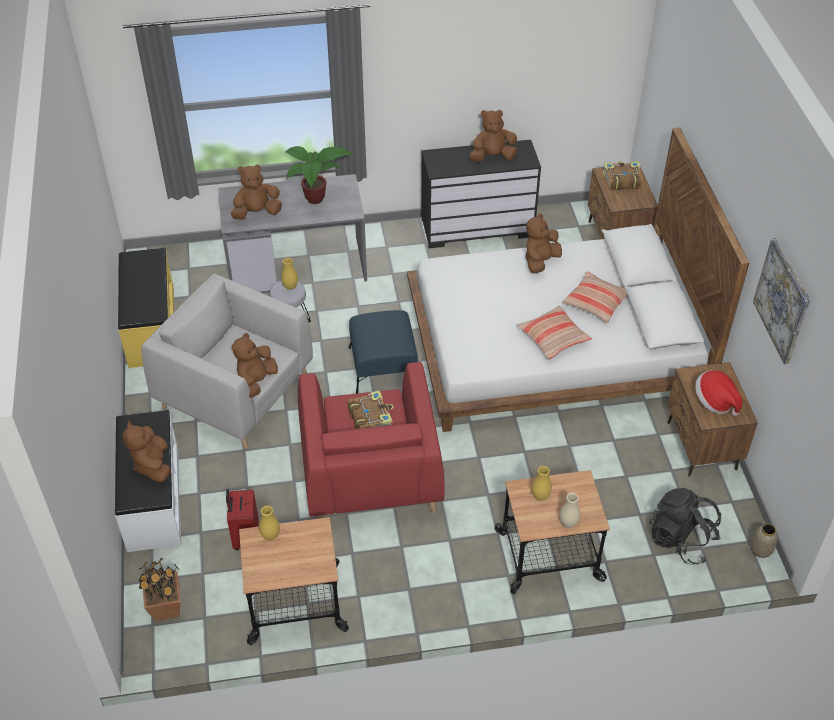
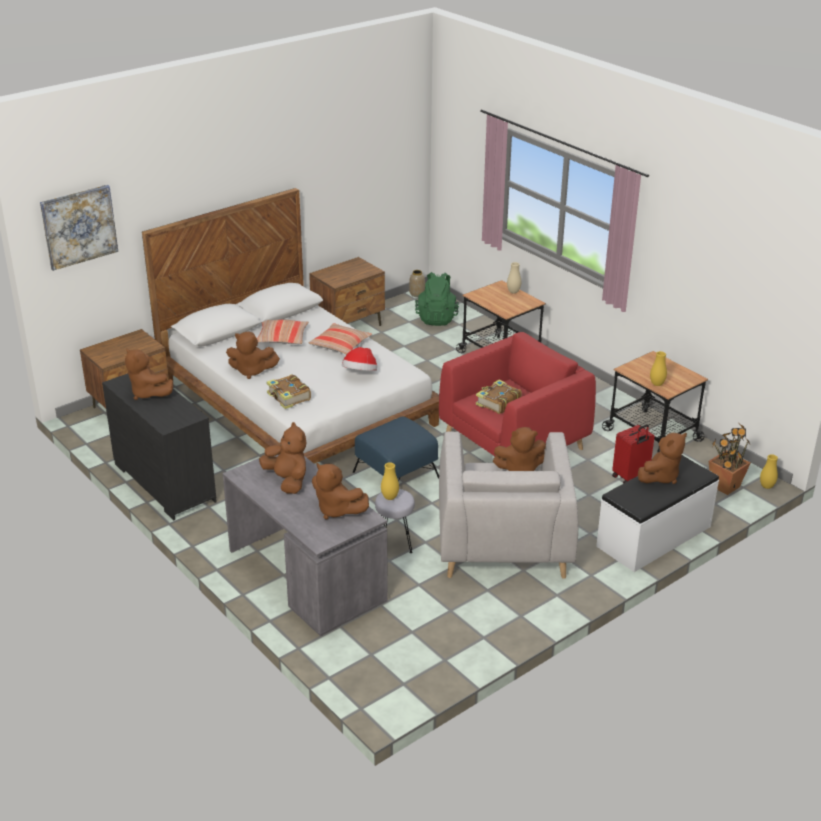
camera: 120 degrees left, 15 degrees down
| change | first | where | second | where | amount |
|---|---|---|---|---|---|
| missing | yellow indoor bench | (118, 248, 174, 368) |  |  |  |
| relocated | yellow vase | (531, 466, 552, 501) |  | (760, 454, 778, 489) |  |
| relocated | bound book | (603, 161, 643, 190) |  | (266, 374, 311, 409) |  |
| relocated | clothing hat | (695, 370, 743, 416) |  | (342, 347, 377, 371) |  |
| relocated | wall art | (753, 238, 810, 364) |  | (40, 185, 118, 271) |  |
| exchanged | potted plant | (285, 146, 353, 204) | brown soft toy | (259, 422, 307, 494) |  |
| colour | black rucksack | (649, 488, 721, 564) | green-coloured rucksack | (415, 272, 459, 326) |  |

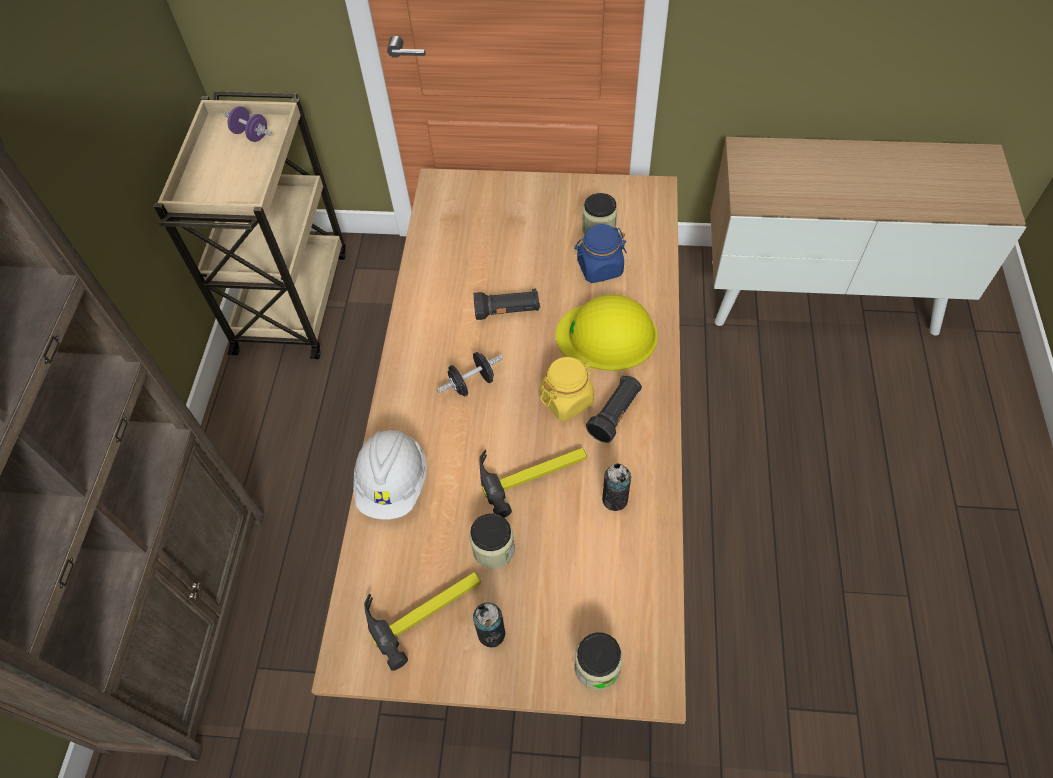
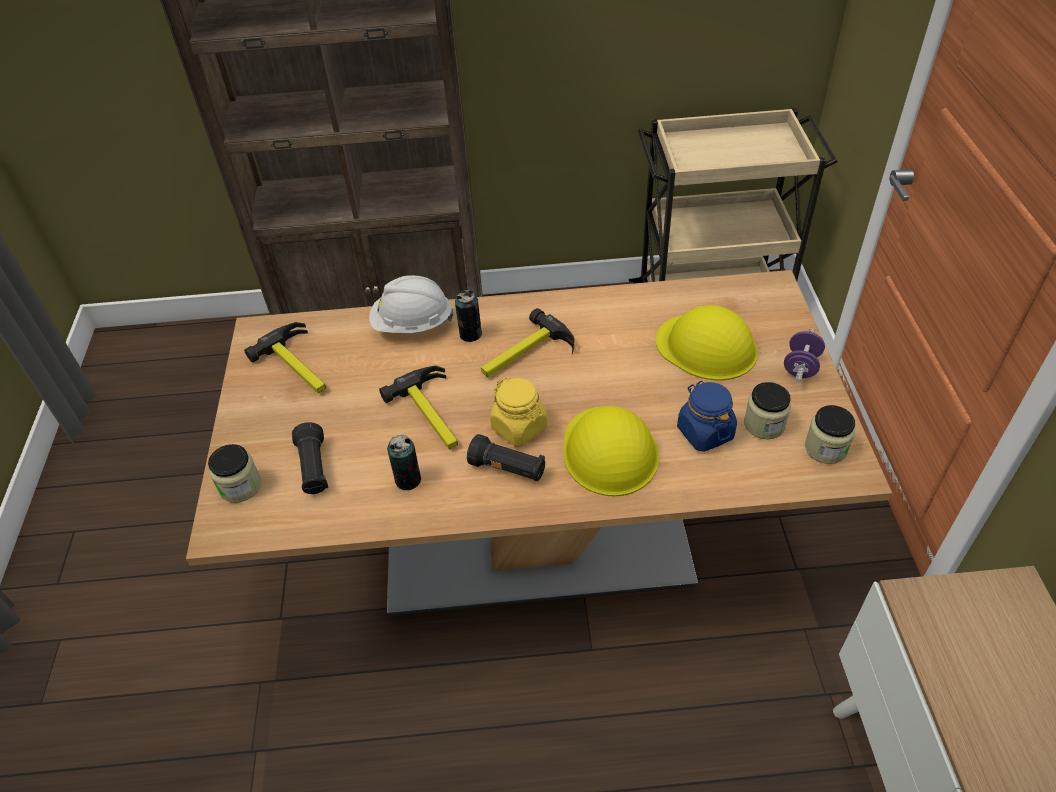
camera: 80 degrees right, 10 degrees down
| change | first | where | second | where | amount |
|---|---|---|---|---|---|
| appeared |  |  | yellow work helmet | (656, 305, 758, 380) |  |
| relocated | purplish hand weight | (224, 106, 272, 142) |  | (784, 329, 825, 382) |  |
| relocated | preserve jar | (469, 513, 515, 569) |  | (805, 405, 855, 464) |  |
| relocated | black flashlight | (473, 288, 540, 320) |  | (292, 422, 328, 494) |  |
| relocated | sealed can | (473, 602, 505, 648) |  | (455, 290, 482, 342) |  |
| exchanged | black hand weight | (437, 352, 503, 396) | hammer | (481, 308, 574, 377) |  |

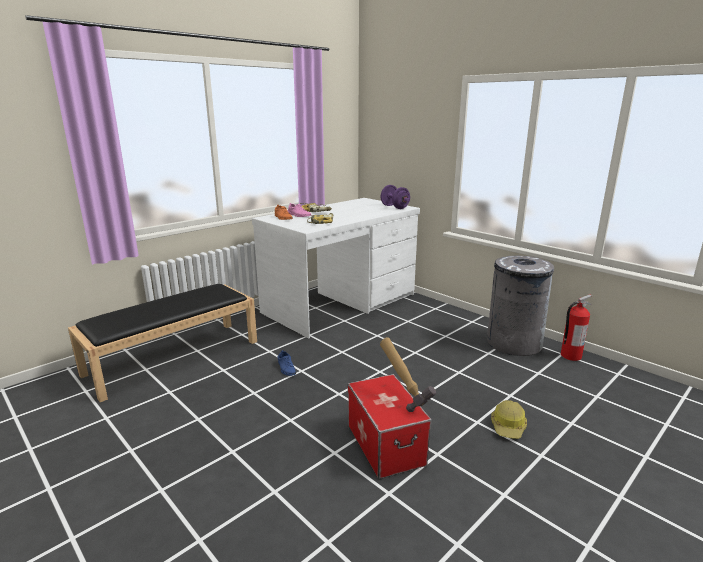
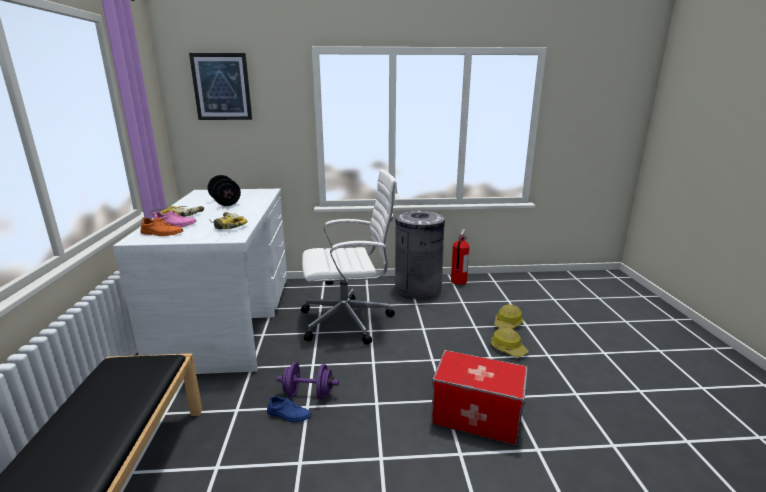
camera: 50 degrees left, 0 degrees up
| change | first | where | second | where | amount |
|---|---|---|---|---|---|
| missing | hammer | (380, 337, 436, 412) |  |  |  |
| appeared |  |  | wall art | (189, 53, 252, 120) |  |
| appeared |  |  | black hand weight | (208, 175, 241, 206) |  |
| appeared |  |  | white-coloured office chair | (301, 169, 397, 345) |  |
| appeared |  |  | work helmet | (494, 304, 524, 329) |  |
| relocated | purplish hand weight | (381, 185, 410, 209) |  | (277, 362, 339, 400) |  |

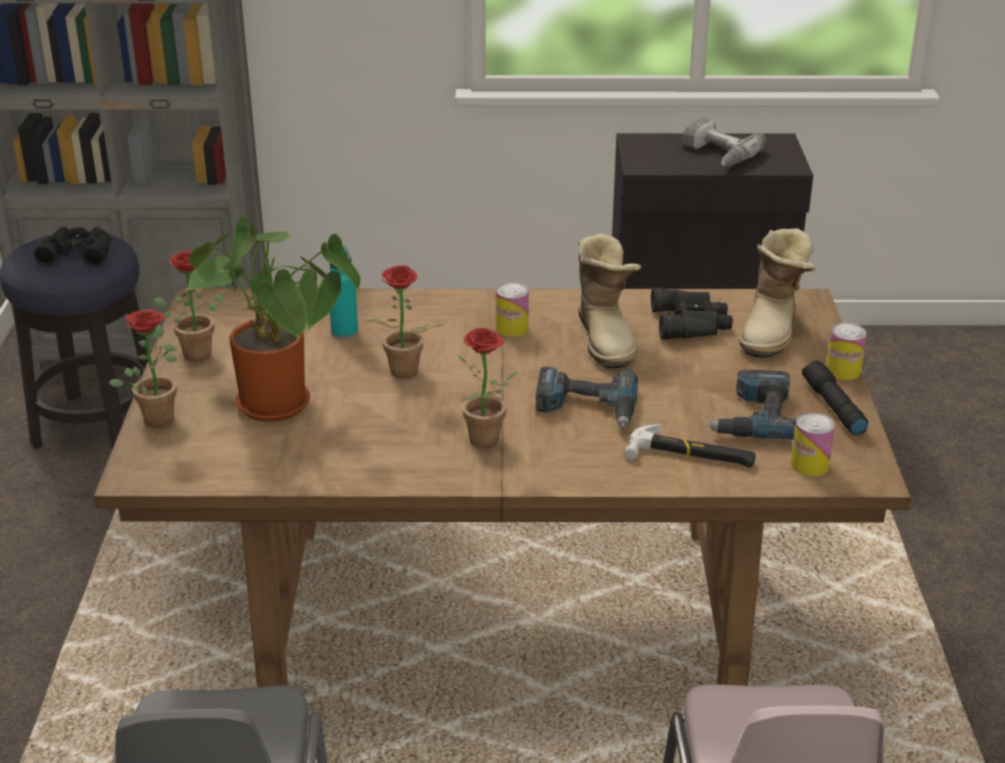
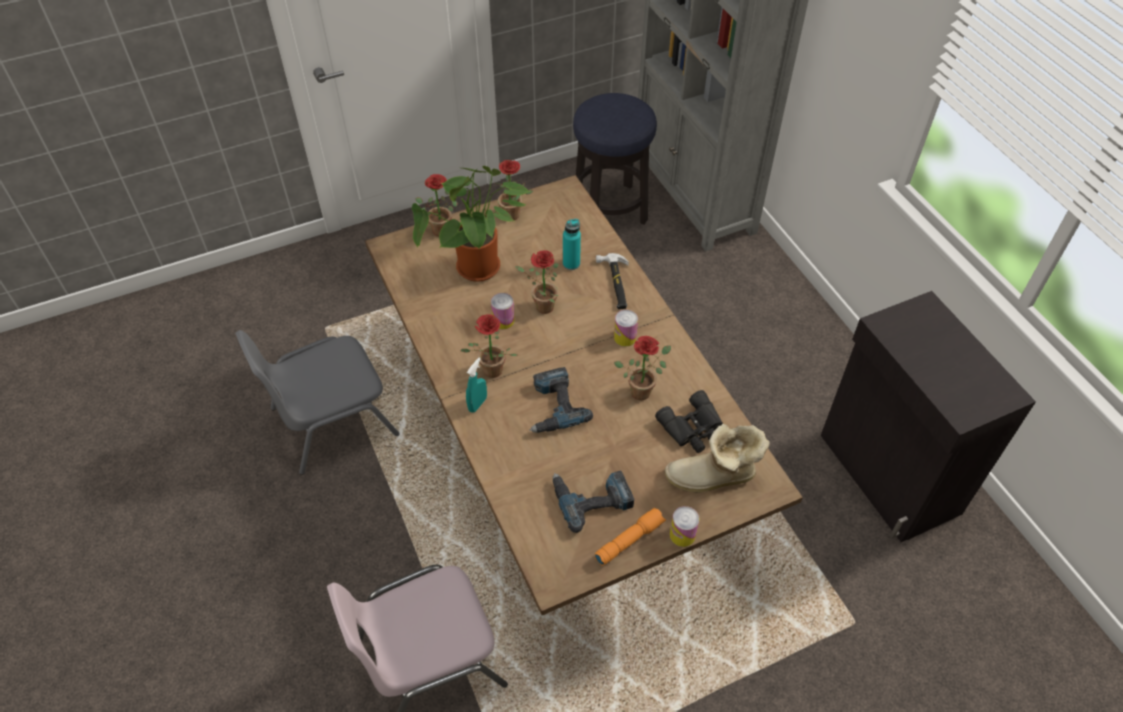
camera: 65 degrees right, 20 degrees up
| change | first | where | second | where | amount |
|---|---|---|---|---|---|
| missing | black binoculars | (34, 227, 112, 267) |  |  |  |
| missing | electric drill | (682, 118, 766, 166) |  |  |  |
| appeared |  |  | turquoise spray bottle | (466, 358, 487, 413) |  |
| relocated | hammer | (624, 424, 755, 468) |  | (596, 253, 629, 309) |  |
| relocated | sealed can | (791, 413, 835, 476) |  | (491, 293, 515, 329) |  |
| exchanged | tall boot | (578, 233, 641, 369) | potted plant | (614, 336, 671, 400) |  |
| colour | black flashlight | (802, 360, 868, 435) | orangey flashlight | (595, 507, 666, 566) |  |

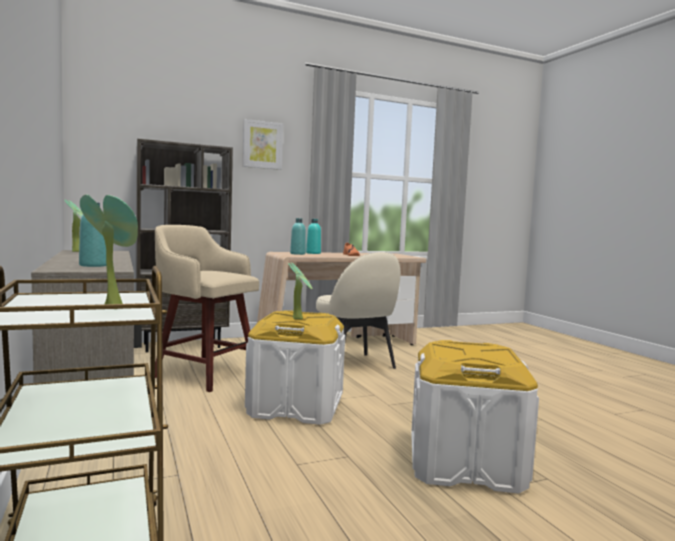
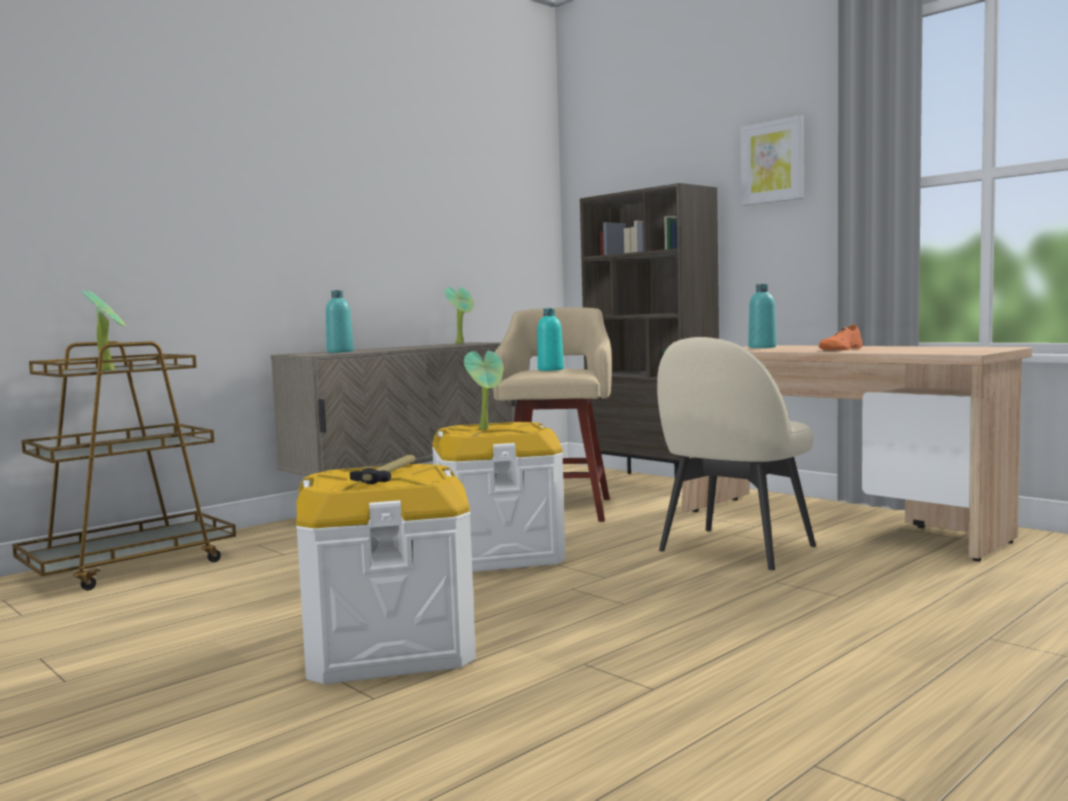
camera: 70 degrees right, 0 degrees up
| change | first | where | second | where | amount |
|---|---|---|---|---|---|
| appeared |  |  | hammer | (350, 455, 415, 484) |  |
| relocated | turquoise drink bottle | (306, 219, 321, 254) |  | (537, 308, 564, 371) |  |

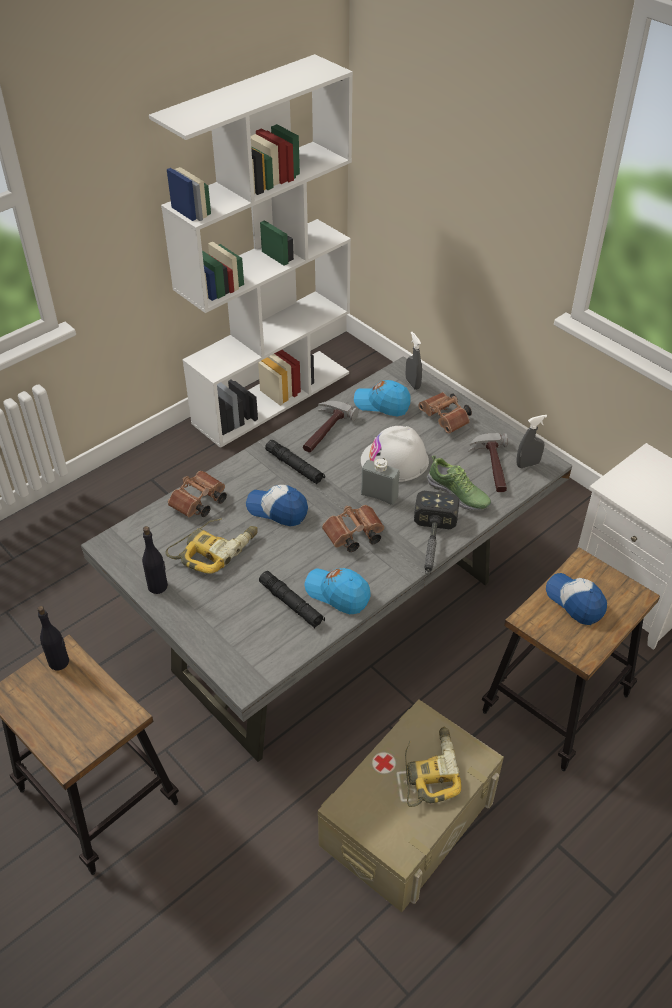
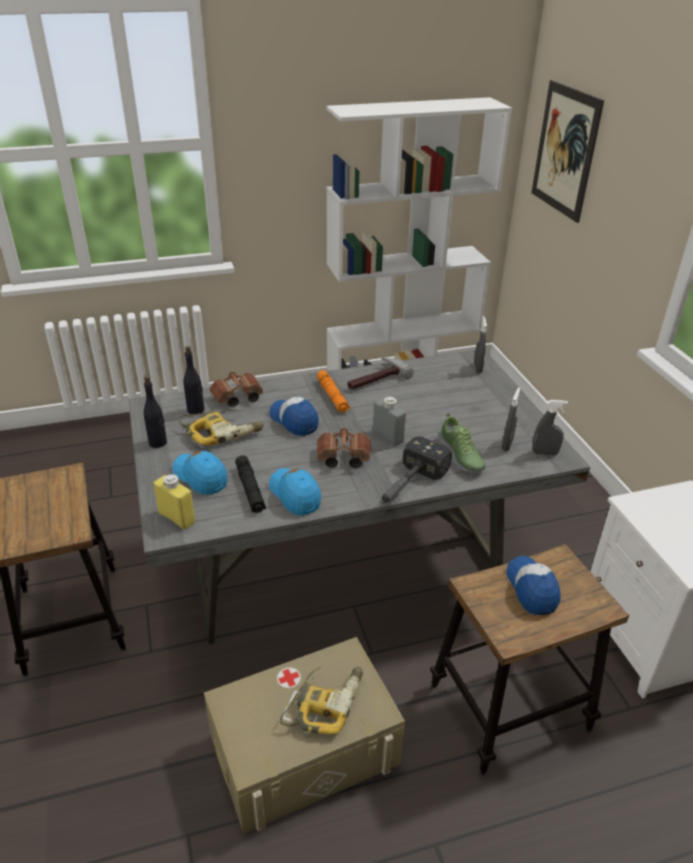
camera: 25 degrees right, 10 degrees down
| change | first | where | second | where | amount |
|---|---|---|---|---|---|
| missing | white-coloured work helmet | (361, 426, 429, 482) |  |  |  |
| missing | brown binoculars | (418, 392, 472, 434) |  |  |  |
| appeared |  |  | yellow drink bottle | (153, 474, 195, 530) |  |
| appeared |  |  | wall art | (531, 80, 604, 223) |  |
| relocated | black drink bottle | (37, 606, 69, 670) |  | (183, 346, 204, 414) |  |
| relocated | bluish cap | (354, 380, 411, 417) |  | (172, 450, 227, 495) |  |
| exchanged | hammer | (469, 433, 508, 492) | grey spray bottle | (502, 388, 520, 451) |  |
| colour | black flashlight | (265, 440, 325, 484) | orangey flashlight | (317, 370, 350, 413) |  |

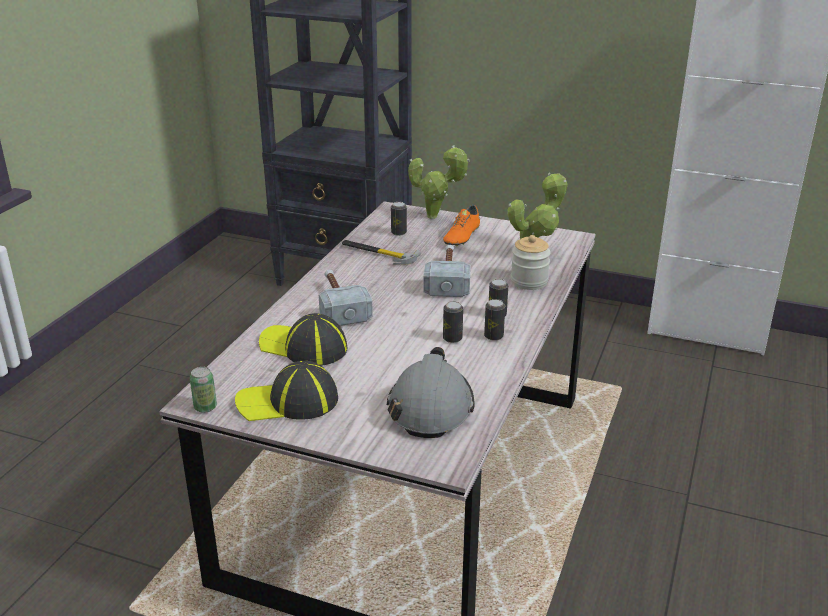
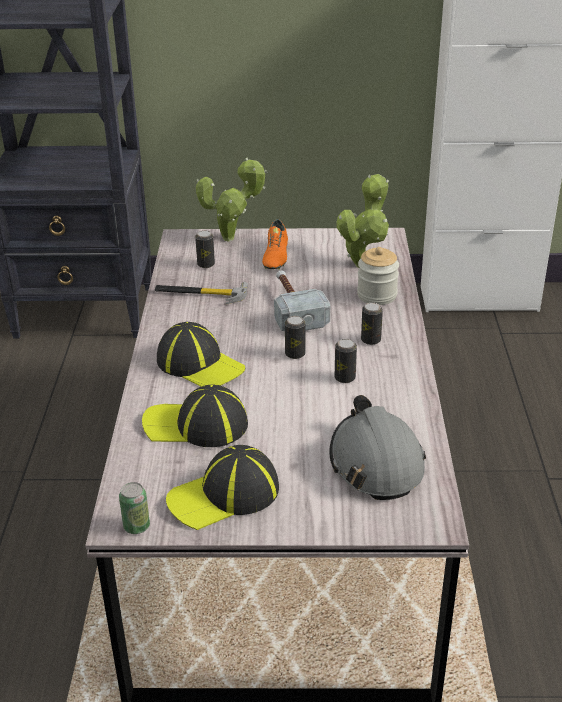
camera: 20 degrees left, 5 degrees up
| change | first | where | second | where | amount |
|---|---|---|---|---|---|
| relocated | sealed can | (484, 299, 505, 341) |  | (285, 316, 305, 359) |  |
| exchanged | hammer | (319, 270, 373, 326) | cap | (157, 322, 245, 387) |  |

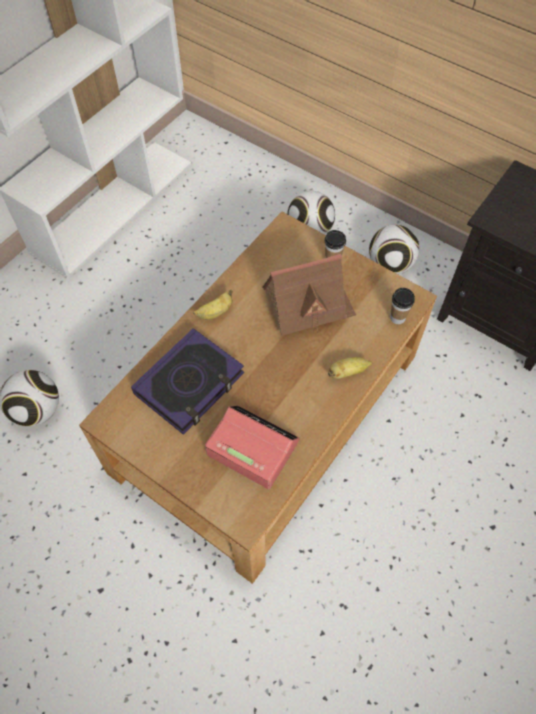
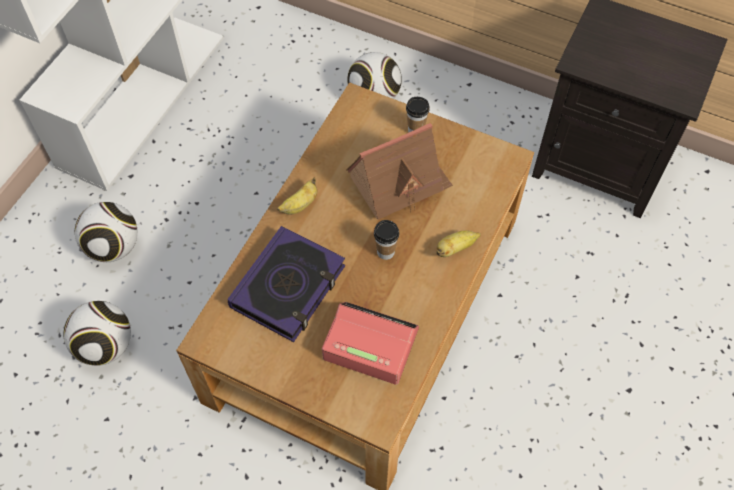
camera: 10 degrees left, 0 degrees up
| change | first | where | second | where | amount |
|---|---|---|---|---|---|
| relocated | ball for football | (369, 225, 419, 274) |  | (75, 202, 138, 262) |  |
| relocated | cup | (390, 288, 415, 324) |  | (374, 220, 399, 260) |  |

